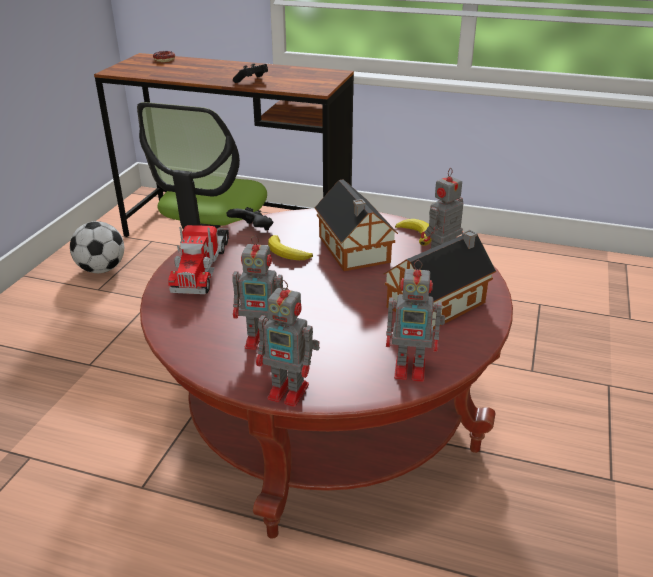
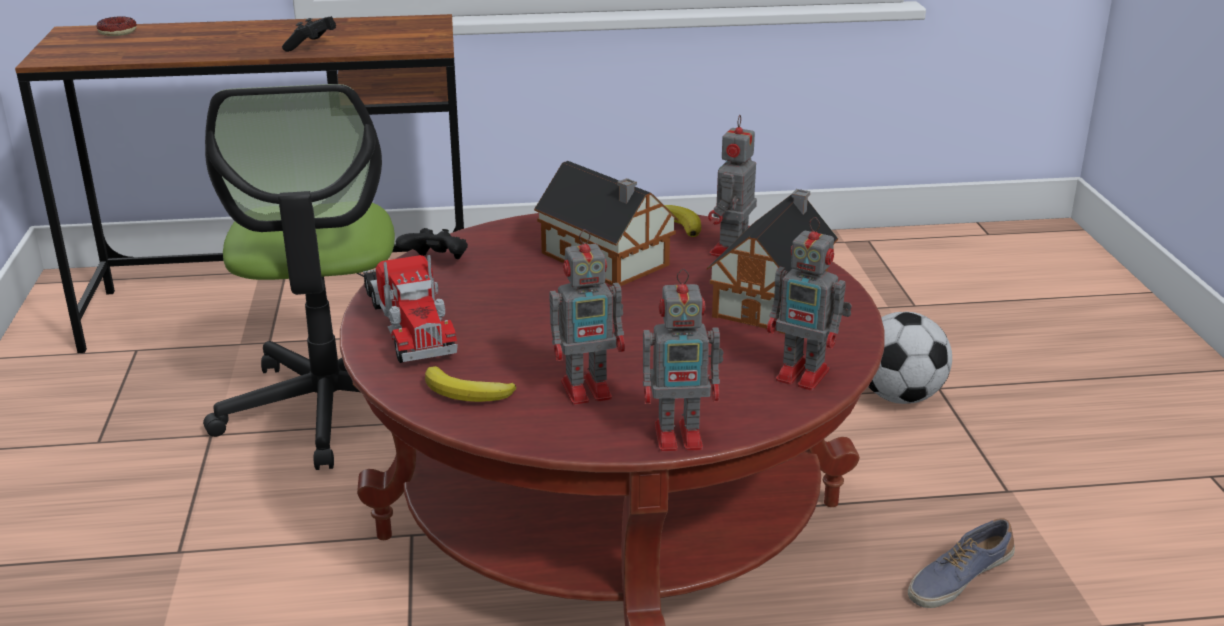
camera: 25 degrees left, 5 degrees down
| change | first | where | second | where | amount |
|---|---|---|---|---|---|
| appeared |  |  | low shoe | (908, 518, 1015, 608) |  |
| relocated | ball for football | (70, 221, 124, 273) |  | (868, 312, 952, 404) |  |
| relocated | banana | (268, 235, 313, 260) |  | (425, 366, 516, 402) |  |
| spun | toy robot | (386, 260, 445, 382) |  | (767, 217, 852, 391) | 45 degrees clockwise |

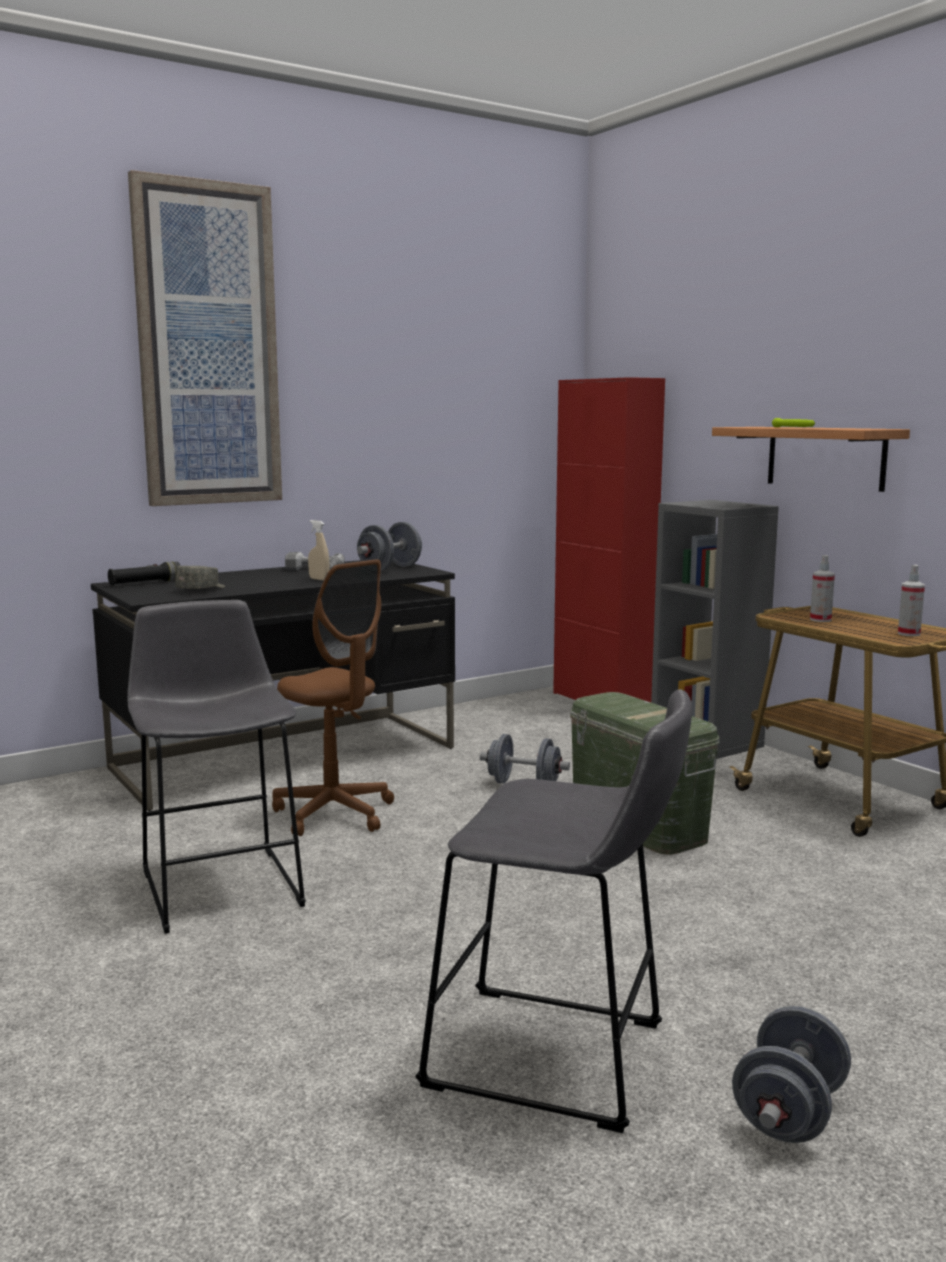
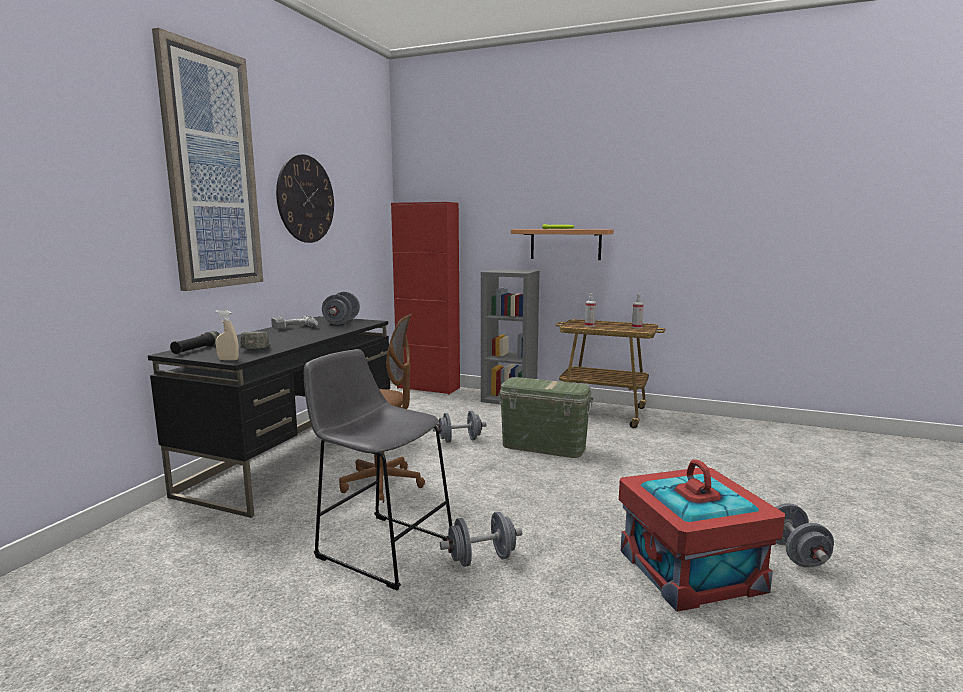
camera: 35 degrees left, 0 degrees up
| change | first | where | second | where | amount |
|---|---|---|---|---|---|
| appeared |  |  | clock on the wall | (276, 154, 334, 243) |  |
| appeared |  |  | grey hand weight | (440, 512, 522, 567) |  |
| relocated | beige-coloured spray bottle | (308, 520, 329, 581) |  | (215, 310, 239, 360) |  |
| exchanged | grey stool seat | (415, 689, 692, 1133) | reddish storage container | (619, 459, 785, 612) |  |

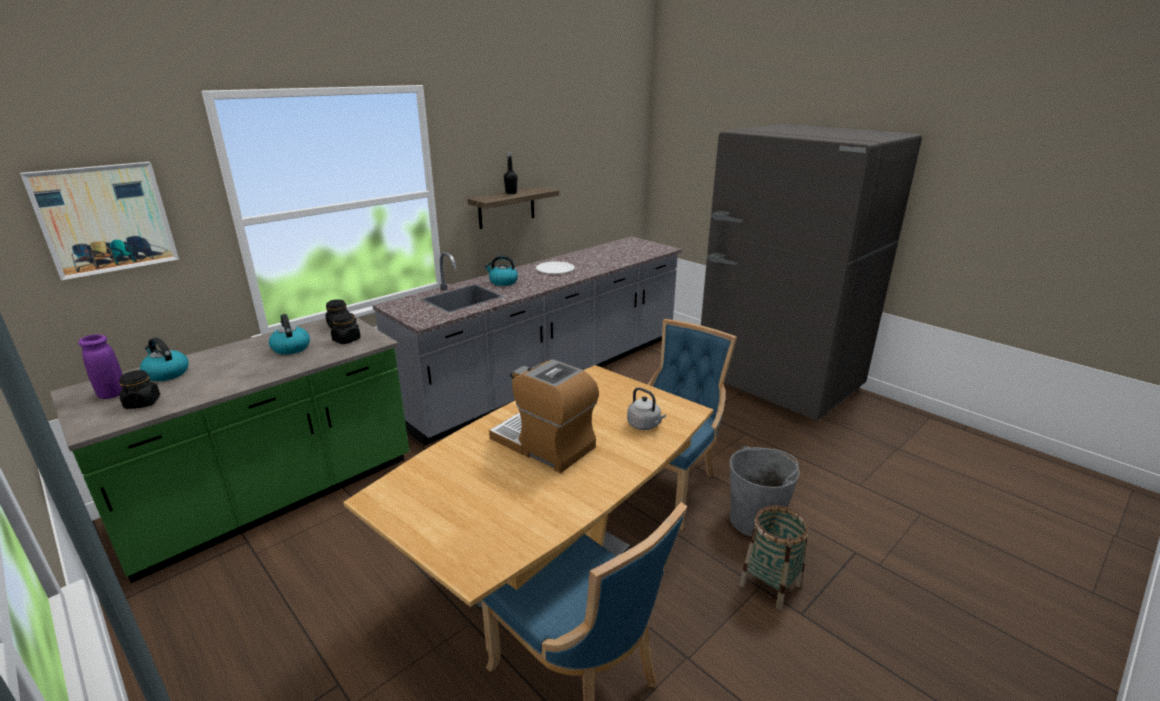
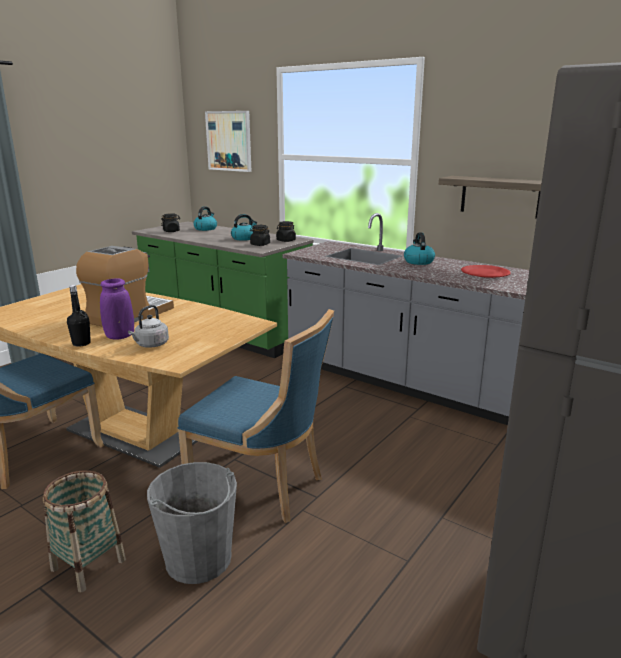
camera: 80 degrees right, 5 degrees down
| change | first | where | second | where | amount |
|---|---|---|---|---|---|
| relocated | purplish vase | (78, 334, 123, 399) |  | (100, 278, 134, 340) |  |
| relocated | black drink bottle | (504, 152, 518, 194) |  | (67, 285, 91, 347) |  |
| colour | white-coloured plate | (536, 261, 575, 274) | reddish plate | (461, 265, 511, 278) |  |

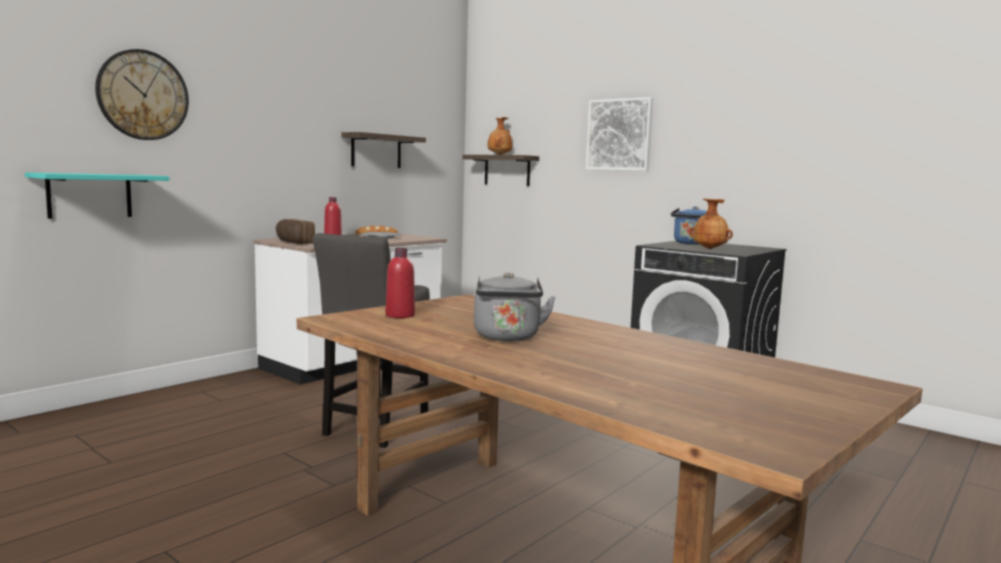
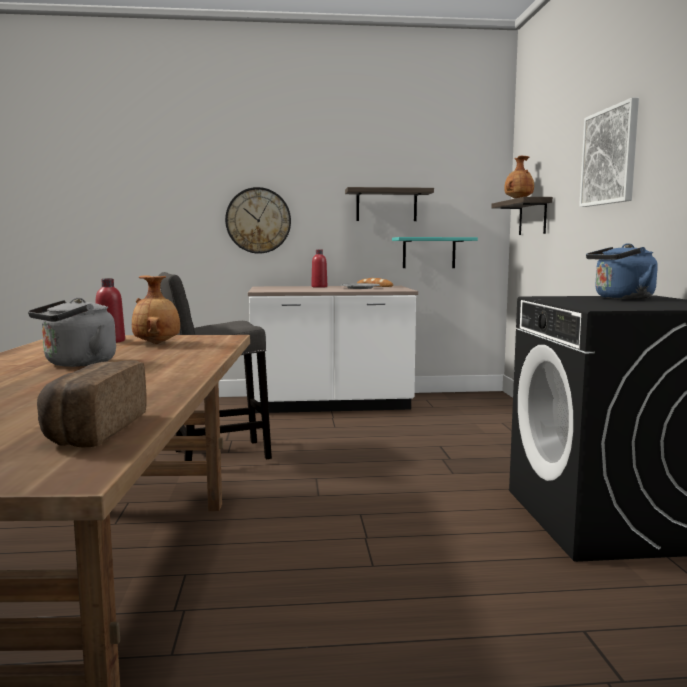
camera: 45 degrees right, 0 degrees up
| change | first | where | second | where | amount |
|---|---|---|---|---|---|
| relocated | turquoise wall shelf | (25, 172, 169, 219) |  | (392, 237, 478, 268) |  |
| relocated | clock on the wall | (95, 49, 189, 140) |  | (225, 187, 291, 254) |  |
| relocated | bread | (276, 219, 315, 244) |  | (37, 361, 147, 447) |  |
| relocated | brown vase | (689, 199, 733, 249) |  | (132, 275, 180, 344) |  |

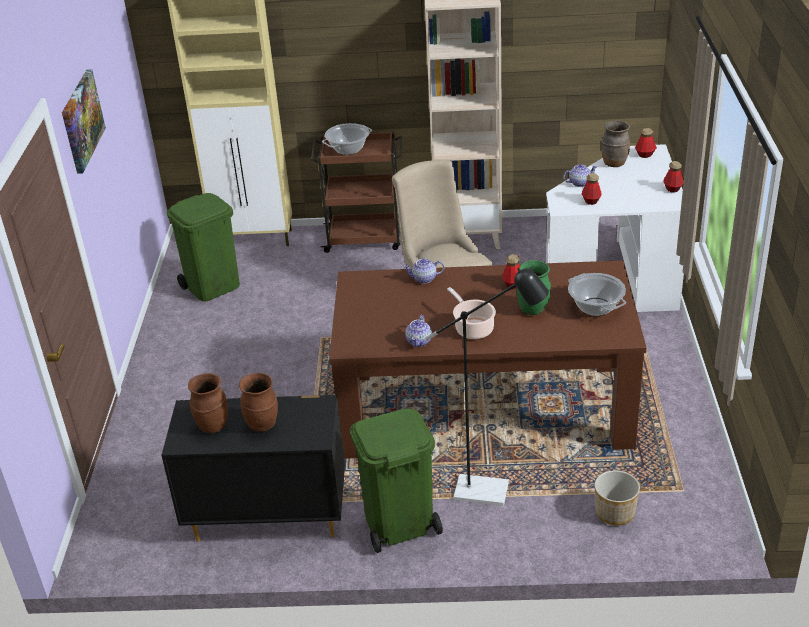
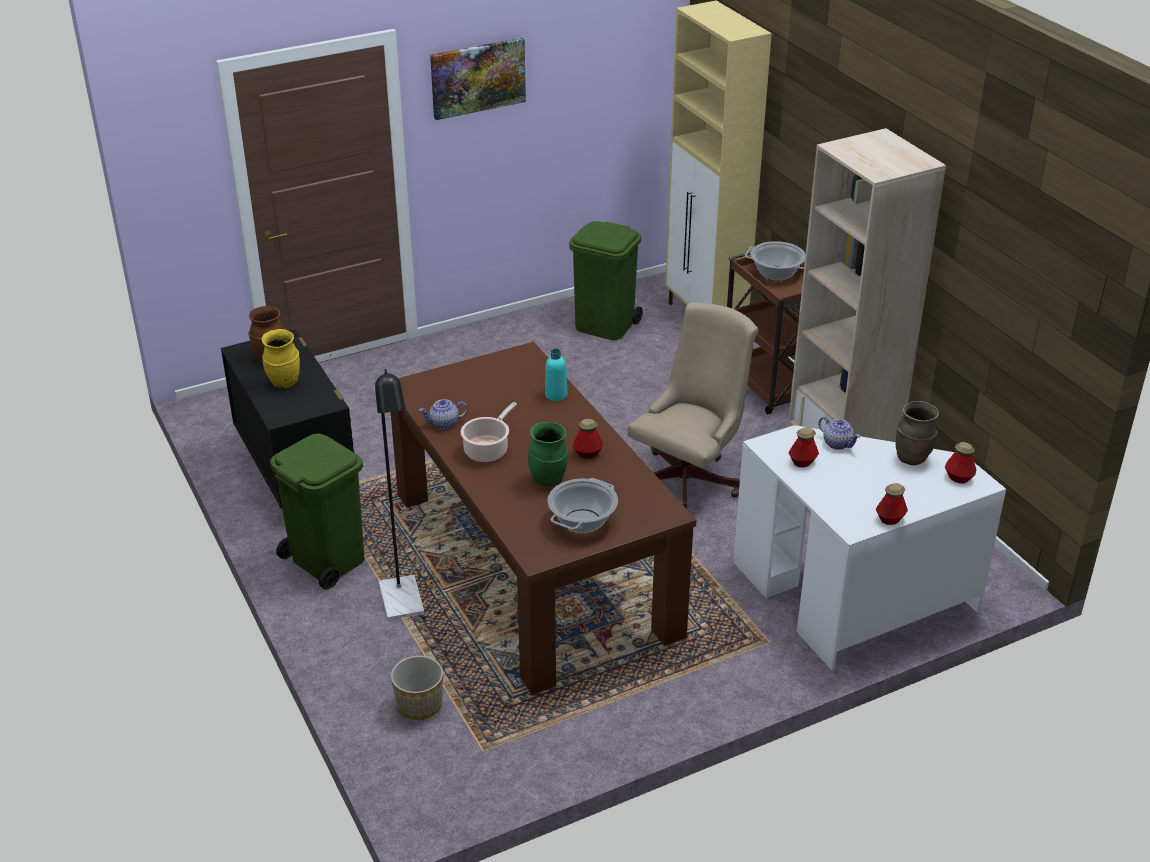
camera: 60 degrees right, 0 degrees up
| change | first | where | second | where | amount |
|---|---|---|---|---|---|
| exchanged | pot for tea | (403, 258, 444, 284) | turquoise drink bottle | (545, 349, 567, 401) |  |
| colour | brown vase | (239, 373, 278, 432) | yellow vase | (262, 329, 300, 388) |  |

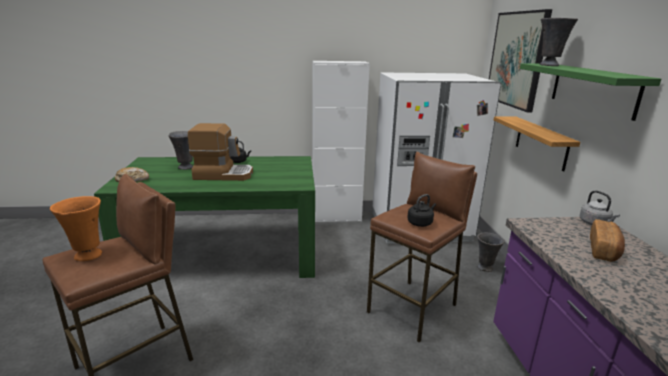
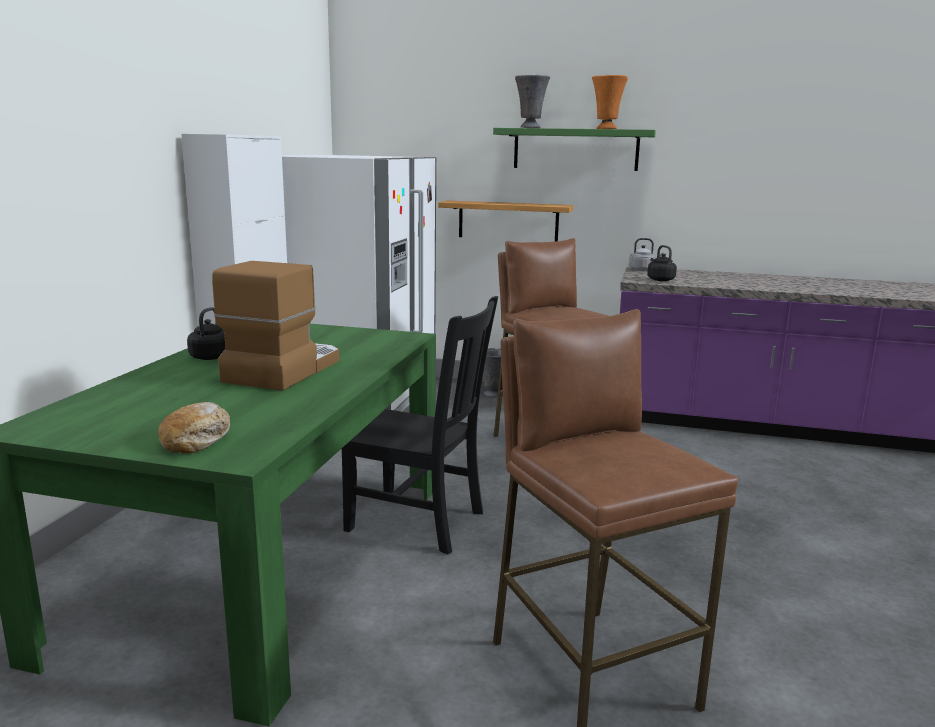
camera: 70 degrees left, 5 degrees down
| change | first | where | second | where | amount |
|---|---|---|---|---|---|
| missing | grey vase | (169, 131, 193, 170) |  |  |  |
| missing | wall art | (489, 9, 552, 112) |  |  |  |
| missing | bread | (590, 219, 625, 262) |  |  |  |
| appeared |  |  | black plain chair | (342, 296, 498, 554) |  |
| relocated | orangey vase | (50, 196, 102, 261) |  | (592, 75, 628, 129) |  |
| relocated | black kettle | (407, 194, 436, 227) |  | (647, 245, 677, 281) |  |

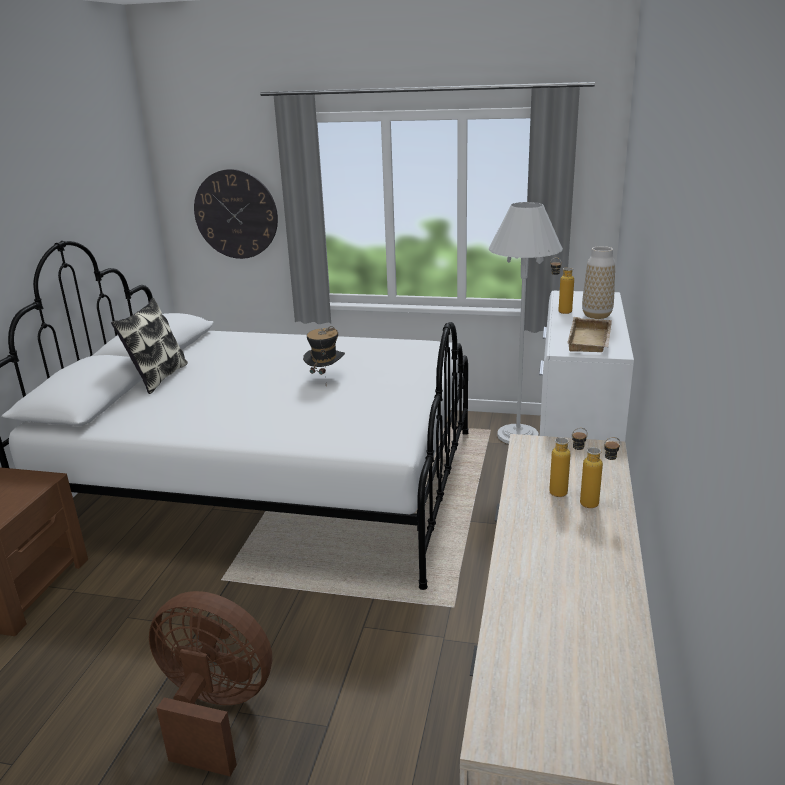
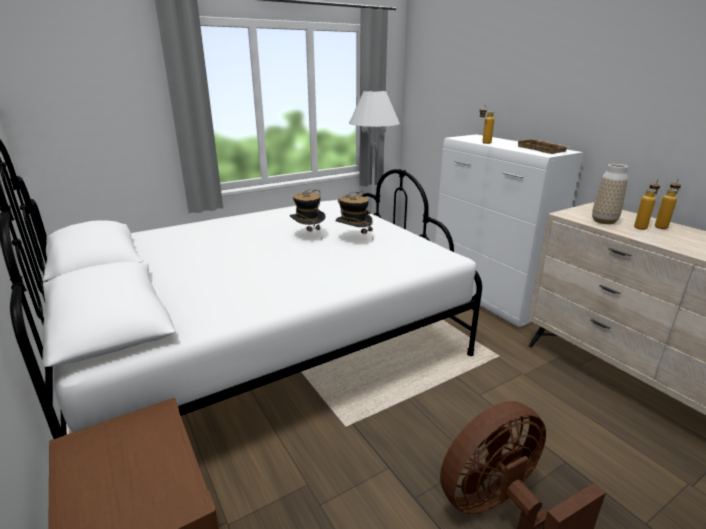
camera: 45 degrees left, 0 degrees up
| change | first | where | second | where | amount |
|---|---|---|---|---|---|
| missing | throw pillow | (111, 298, 188, 394) |  |  |  |
| missing | clock on the wall | (194, 169, 278, 259) |  |  |  |
| appeared |  |  | clothing hat | (335, 191, 373, 241) |  |
| relocated | vase | (582, 246, 615, 319) |  | (592, 164, 628, 224) |  |

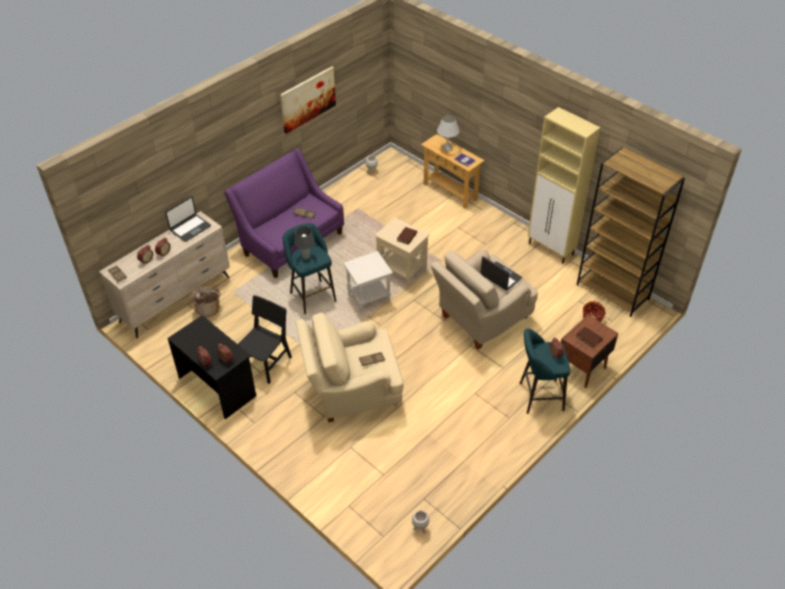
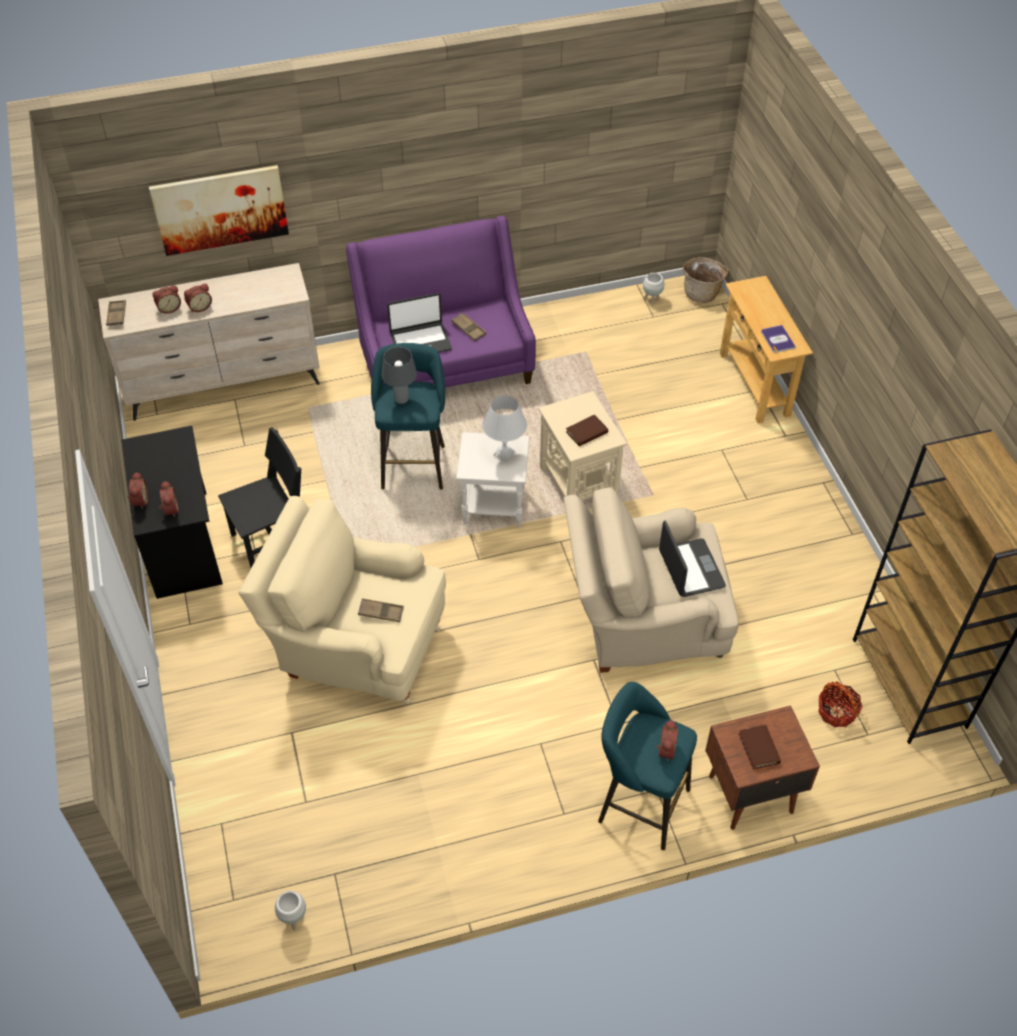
camera: 30 degrees right, 5 degrees up
| change | first | where | second | where | amount |
|---|---|---|---|---|---|
| missing | beige-coloured cupboard | (528, 107, 601, 264) |  |  |  |
| relocated | portable computer | (165, 196, 211, 242) |  | (387, 293, 452, 352) |  |
| relocated | basket | (191, 287, 220, 317) |  | (683, 257, 728, 303) |  |
| relocated | wall art | (280, 67, 336, 134) |  | (149, 165, 289, 256) |  |
| relocated | white-coloured lamp for a table | (437, 115, 460, 151) |  | (482, 395, 527, 463) |  |

